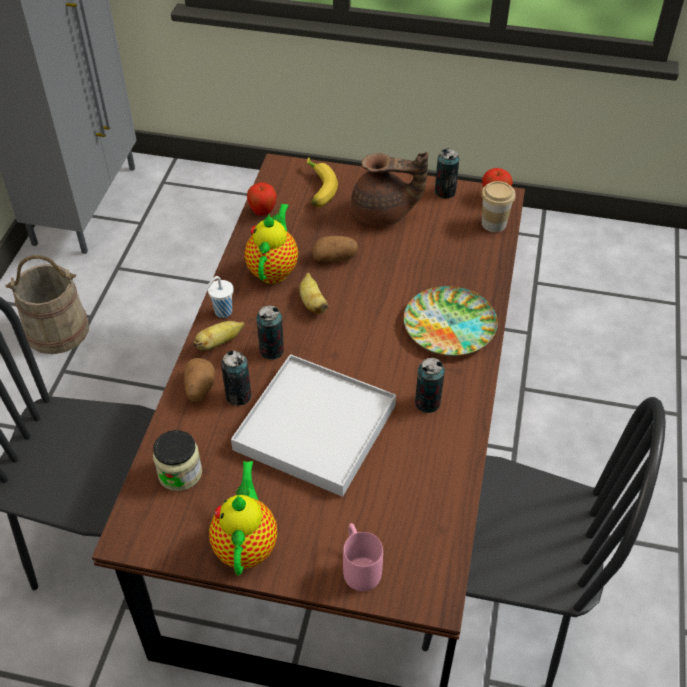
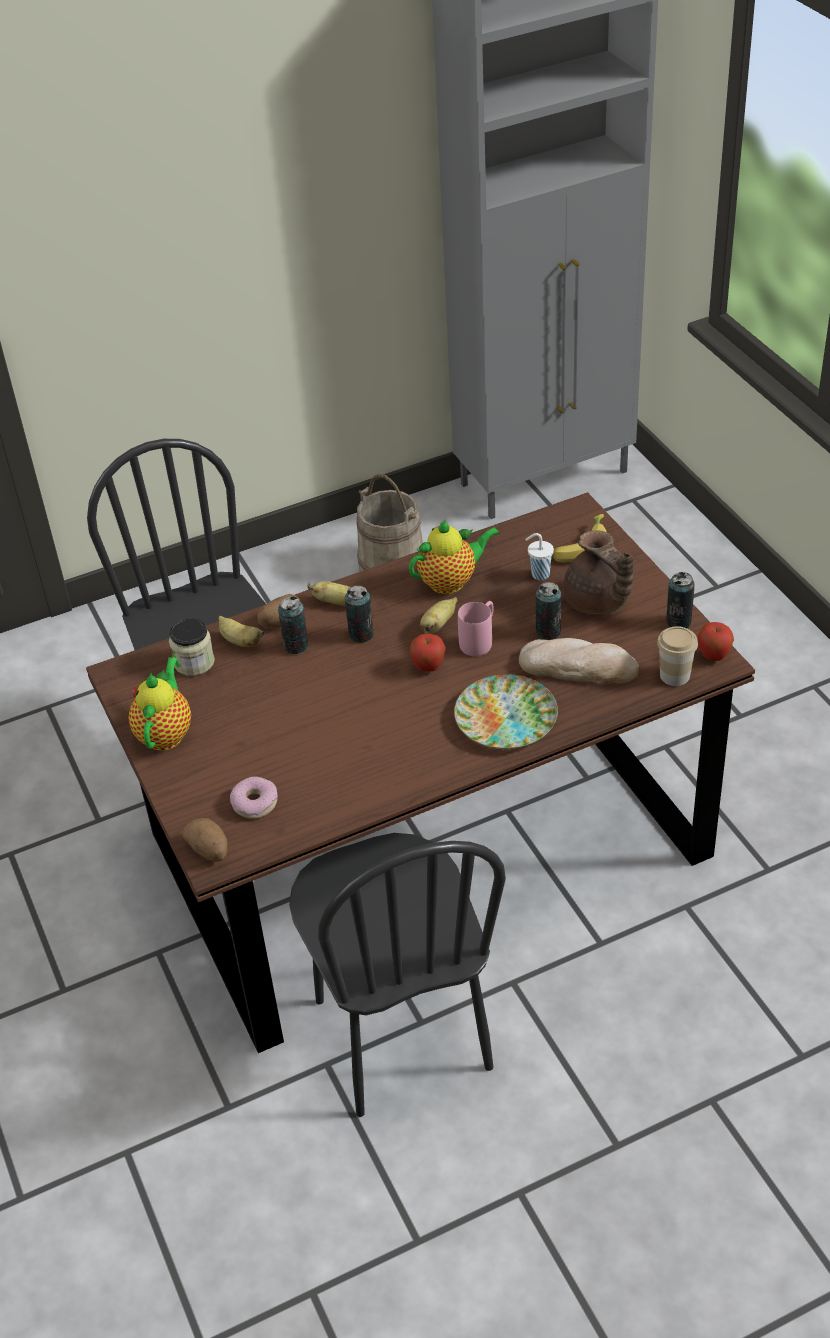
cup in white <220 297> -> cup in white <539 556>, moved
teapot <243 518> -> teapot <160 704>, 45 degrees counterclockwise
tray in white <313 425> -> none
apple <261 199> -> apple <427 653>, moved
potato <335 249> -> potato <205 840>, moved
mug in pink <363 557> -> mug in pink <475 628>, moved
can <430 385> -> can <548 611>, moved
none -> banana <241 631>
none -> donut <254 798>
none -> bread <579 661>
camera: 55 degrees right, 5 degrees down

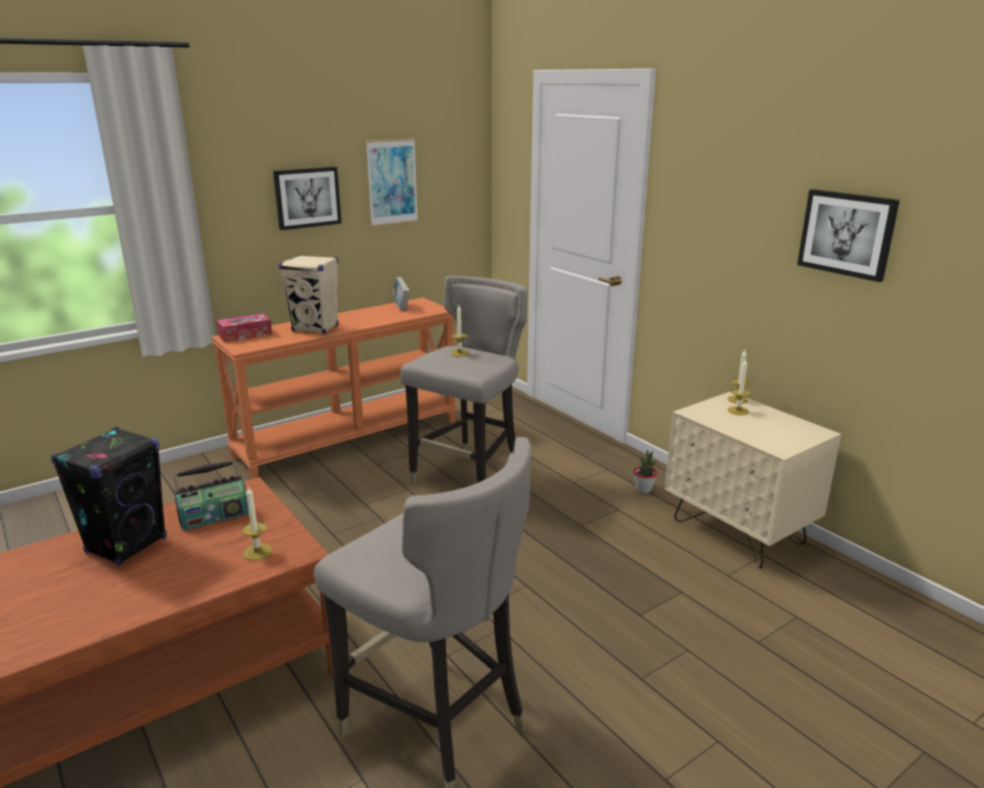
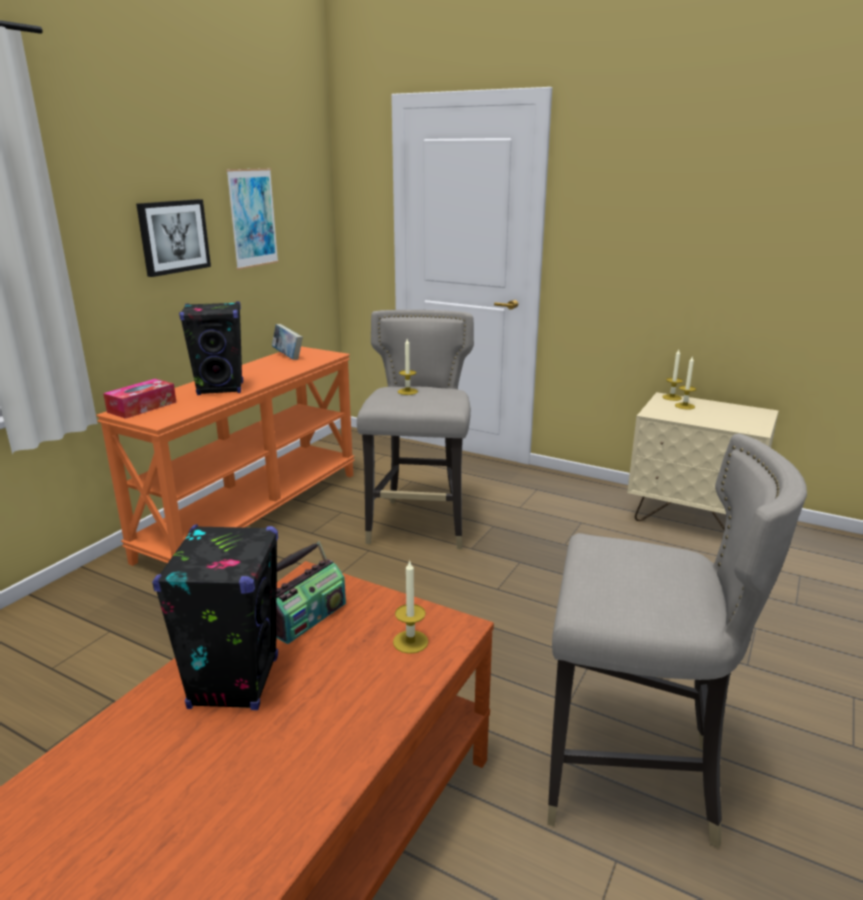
speaker in beige <309 294> -> speaker in black <211 348>
potted plant <645 471> -> none
picture <848 235> -> none
camera: 25 degrees left, 0 degrees up

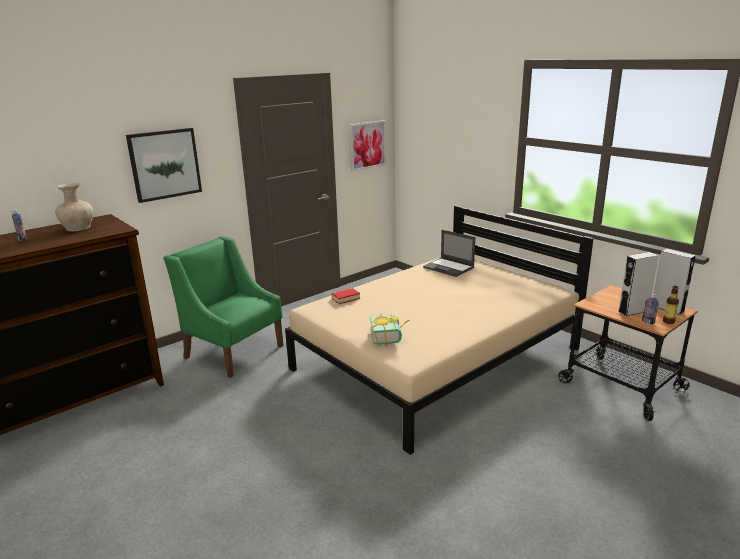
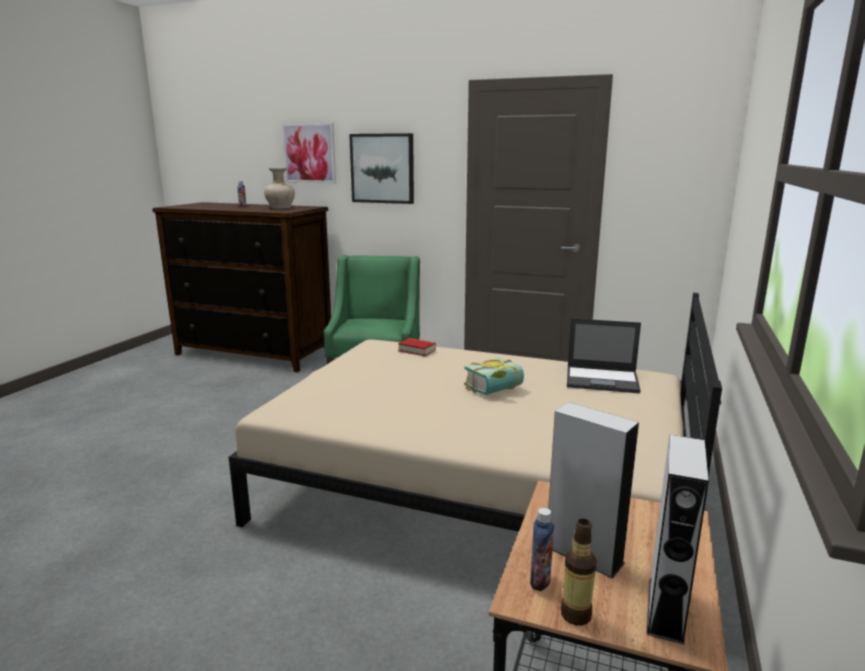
picture <367 145> -> picture <309 153>, moved
book <389 330> -> book <494 376>, moved
laptop <449 253> -> laptop <604 355>, 90 degrees counterclockwise
camera: 60 degrees right, 5 degrees down

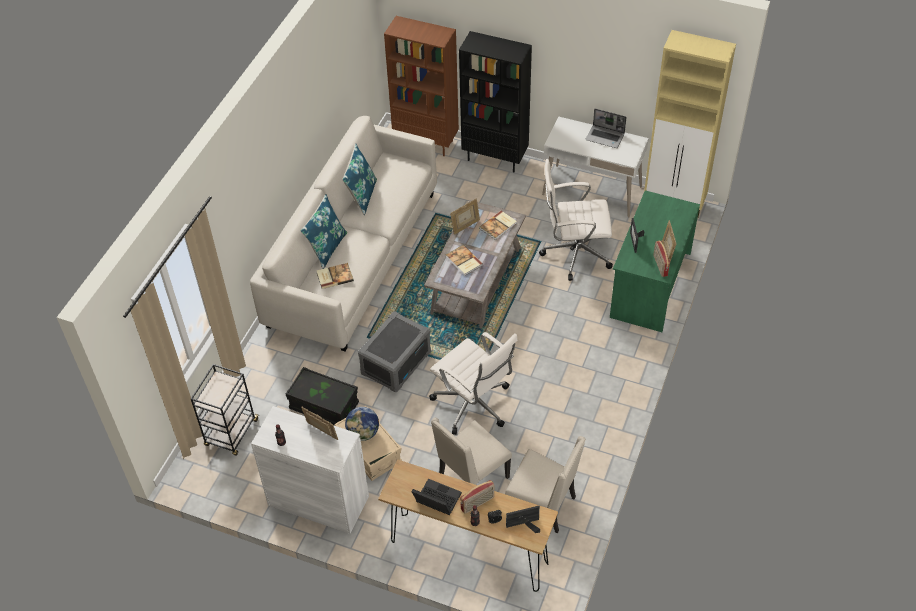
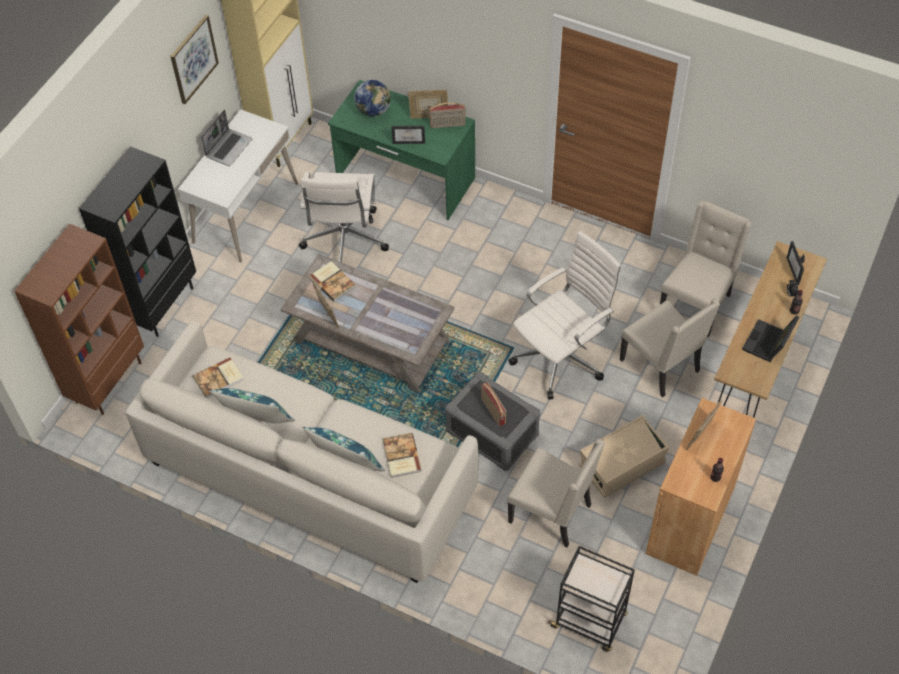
cabinet in white <310 470> -> cabinet in brown <701 487>
storage box in black <322 396> -> chair in beige <556 493>
globe <362 424> -> globe <372 98>, moved
book <464 260> -> book <218 377>, moved
radio <477 497> -> radio <493 404>, moved
none -> picture <194 59>
camera: 85 degrees left, 5 degrees up

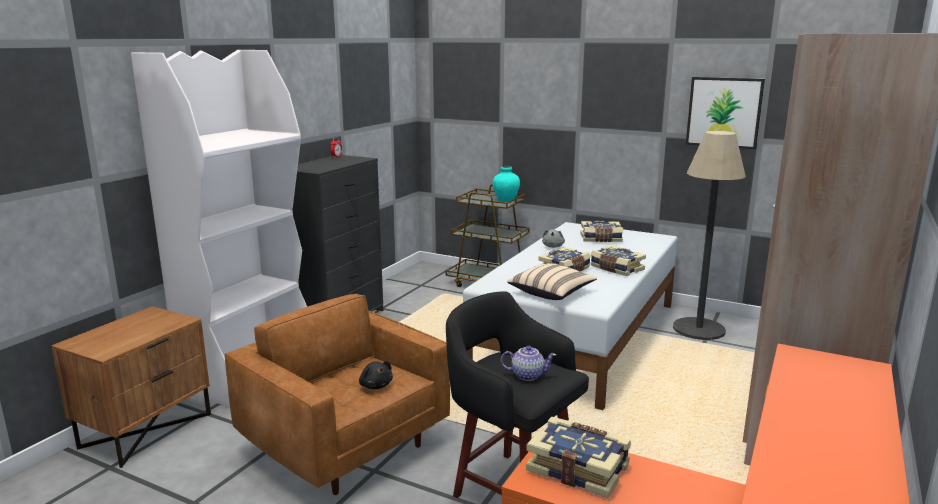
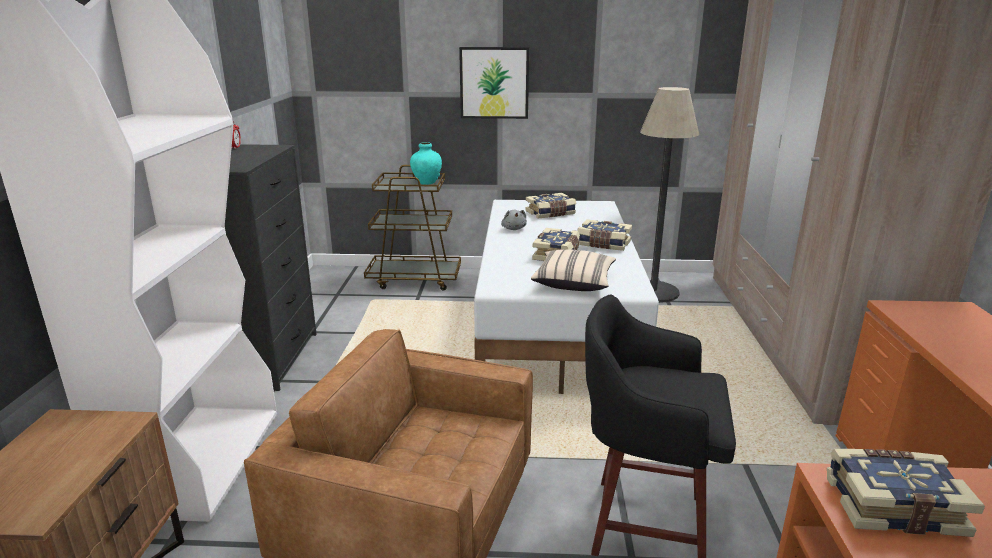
plush toy in black <376 375> -> none
teapot <528 363> -> none
picture <725 113> -> picture <494 83>, moved
camera: 25 degrees left, 5 degrees up

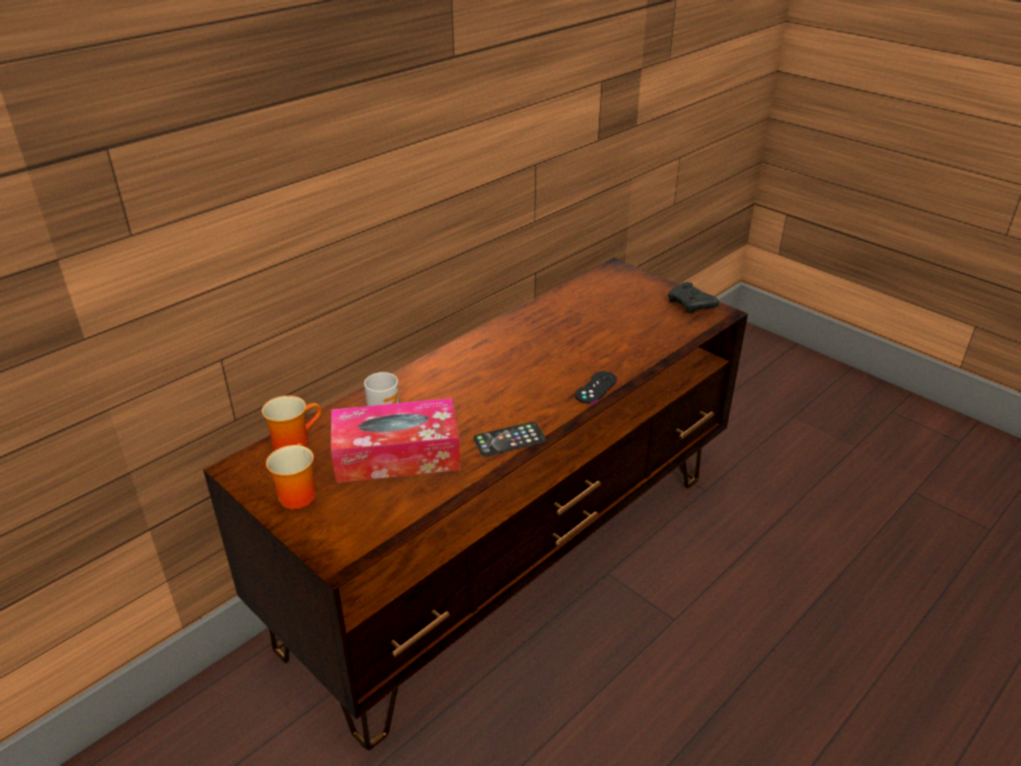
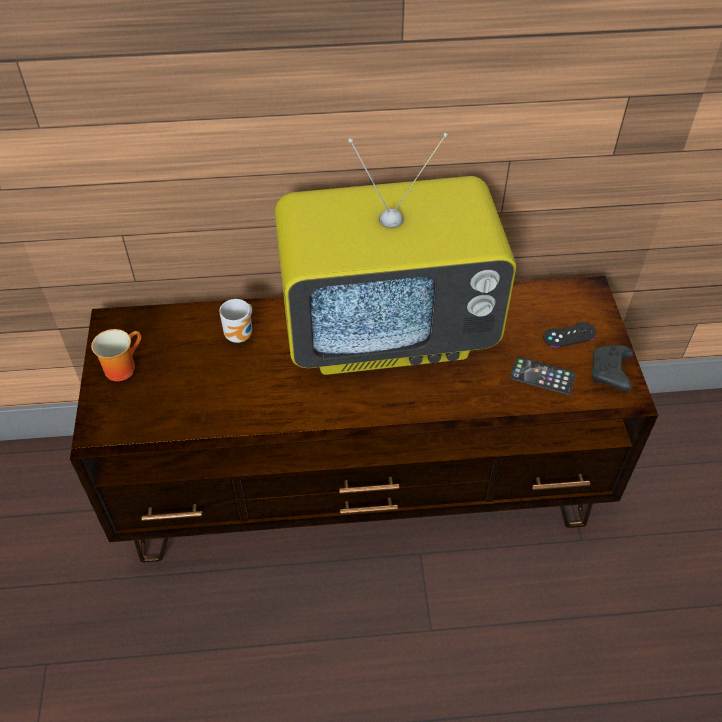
mug <291 422> -> none
tissue box <395 440> -> none
phone <509 439> -> phone <543 376>, moved
game controller in black <596 387> -> game controller in black <569 335>, moved
none -> television <395 254>
camera: 40 degrees right, 15 degrees up

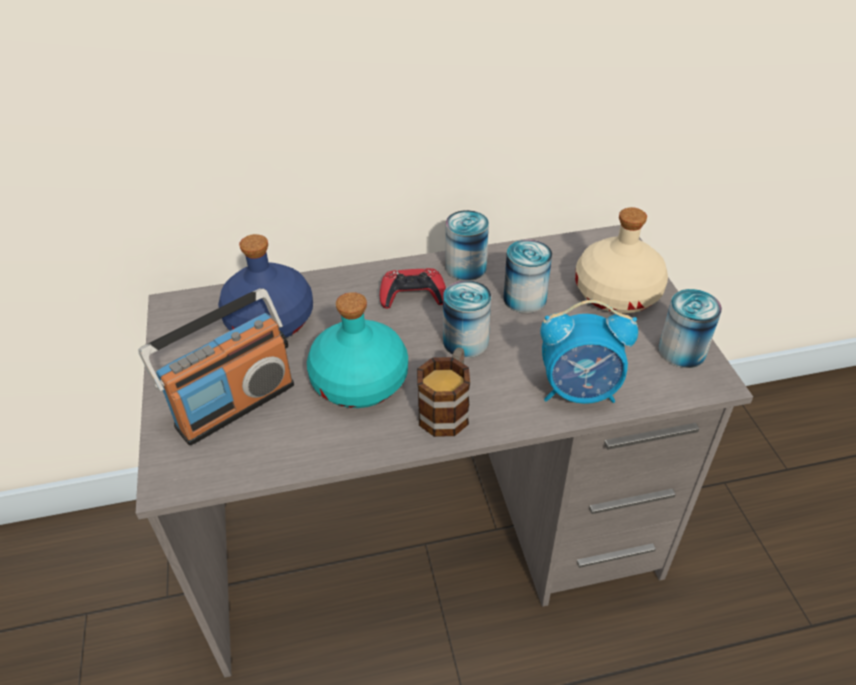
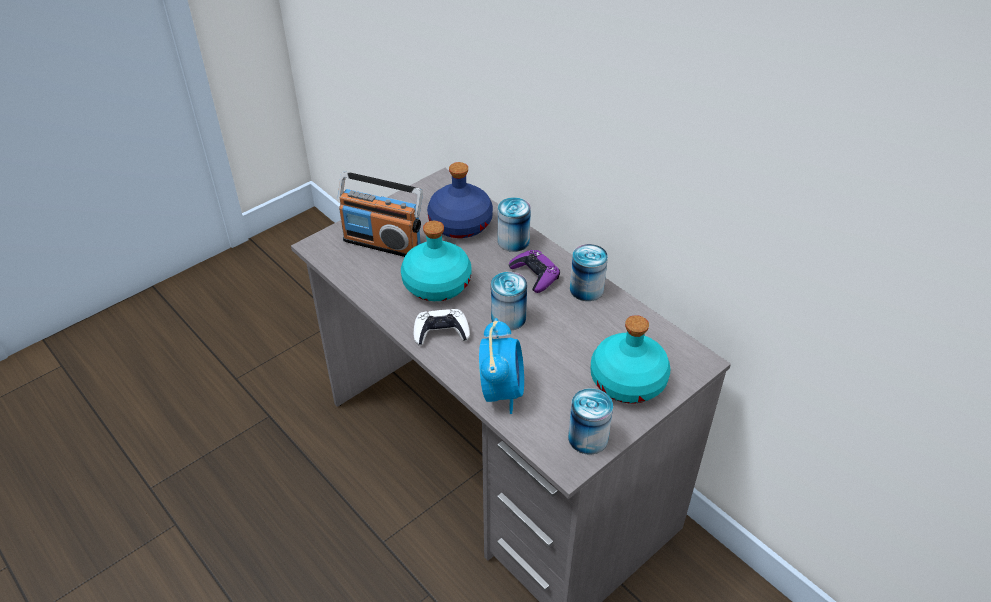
game controller in red <413 288> -> game controller in purple <534 271>
mug <443 392> -> game controller in white <442 327>
can <527 276> -> can <514 224>, moved
alarm clock <589 352> -> alarm clock <501 366>, 150 degrees counterclockwise
bottle in beige <621 260> -> bottle in turquoise <630 359>
camera: 60 degrees right, 0 degrees up

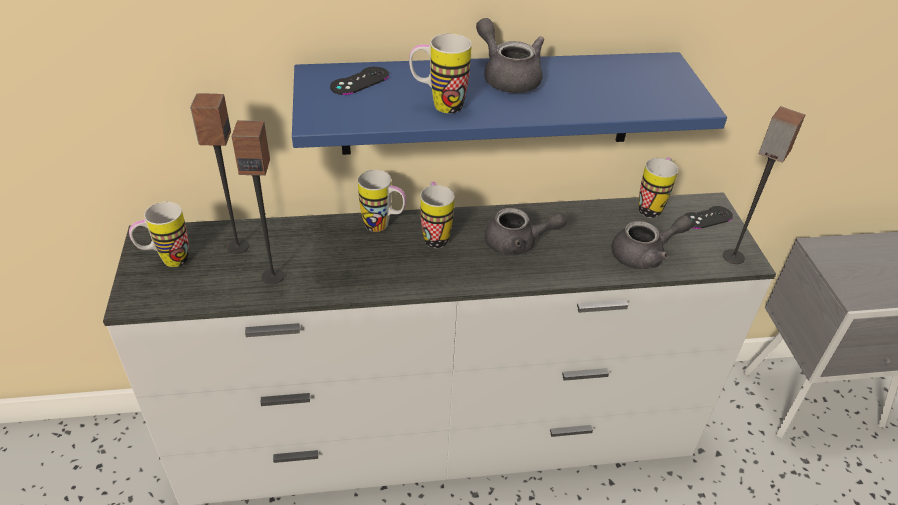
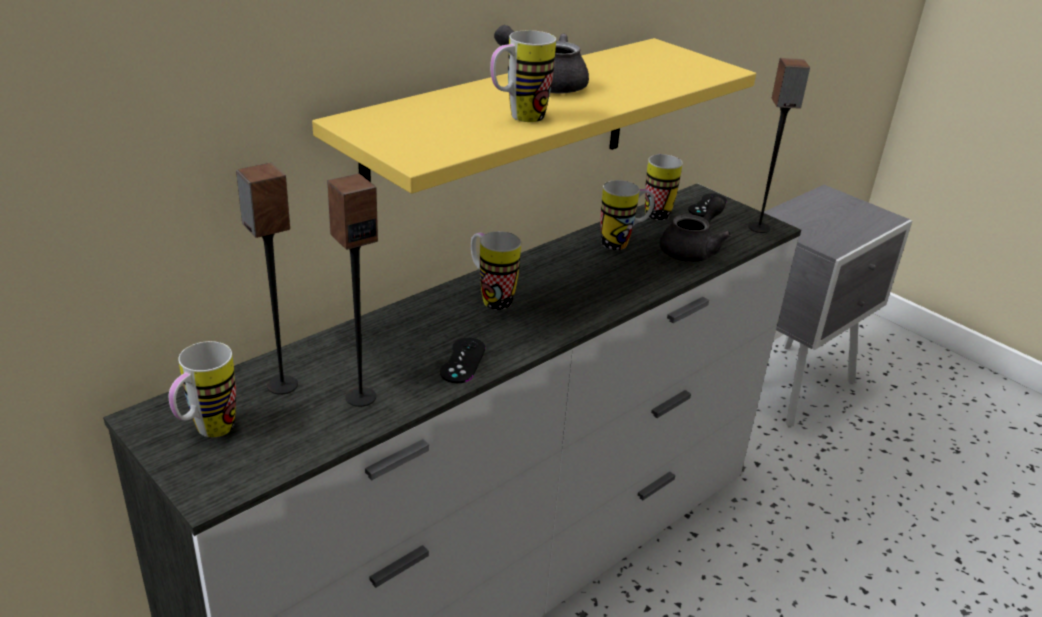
shelf in blue <509 103> -> shelf in yellow <534 116>
game controller in black <359 81> -> game controller in black <463 360>, moved
mug <382 201> -> mug <627 215>, moved
teapot in grey <526 232> -> none
camera: 35 degrees left, 10 degrees down

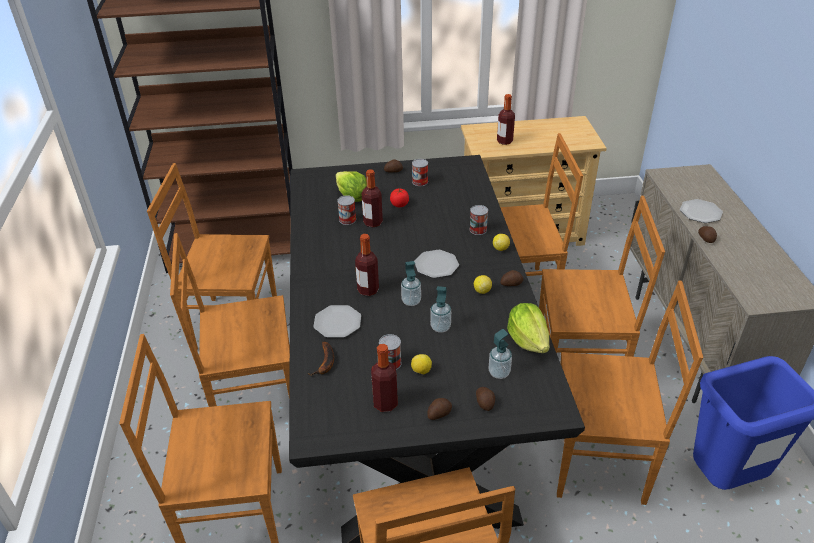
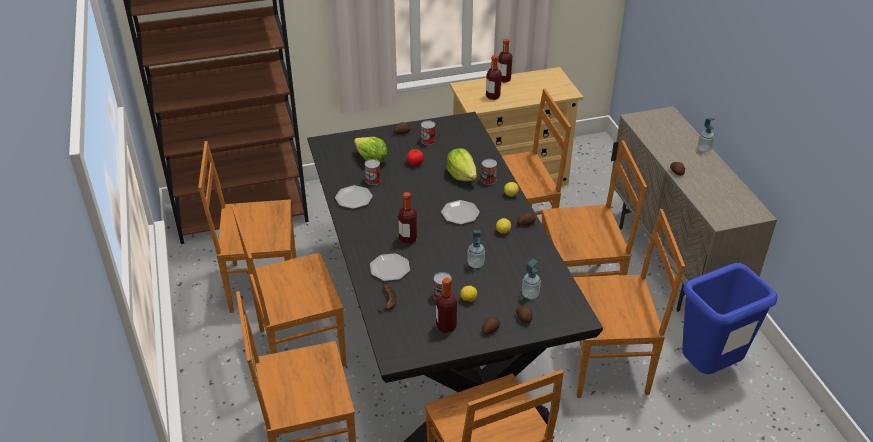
bottle <372 198> -> bottle <505 61>, moved
soap dispenser <411 283> -> soap dispenser <706 135>, moved
lettuce <528 328> -> lettuce <461 164>, moved
plate <701 211> -> plate <354 197>, moved
camera: 10 degrees left, 0 degrees up

